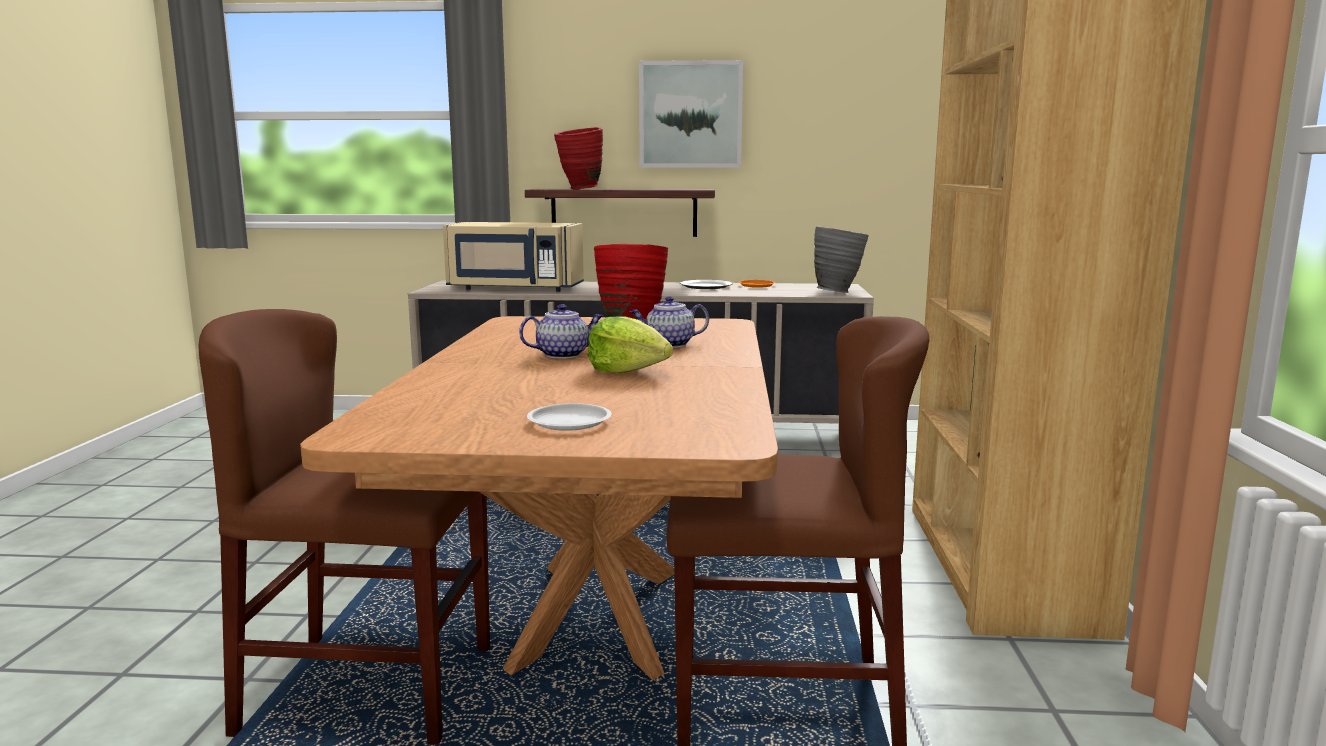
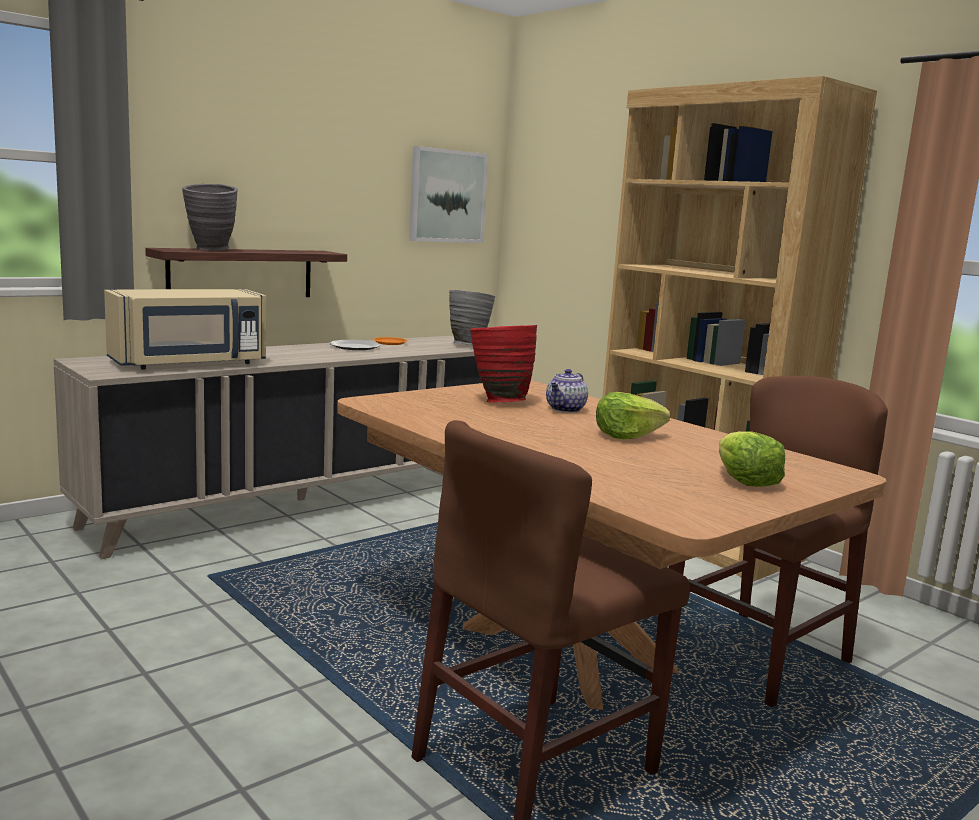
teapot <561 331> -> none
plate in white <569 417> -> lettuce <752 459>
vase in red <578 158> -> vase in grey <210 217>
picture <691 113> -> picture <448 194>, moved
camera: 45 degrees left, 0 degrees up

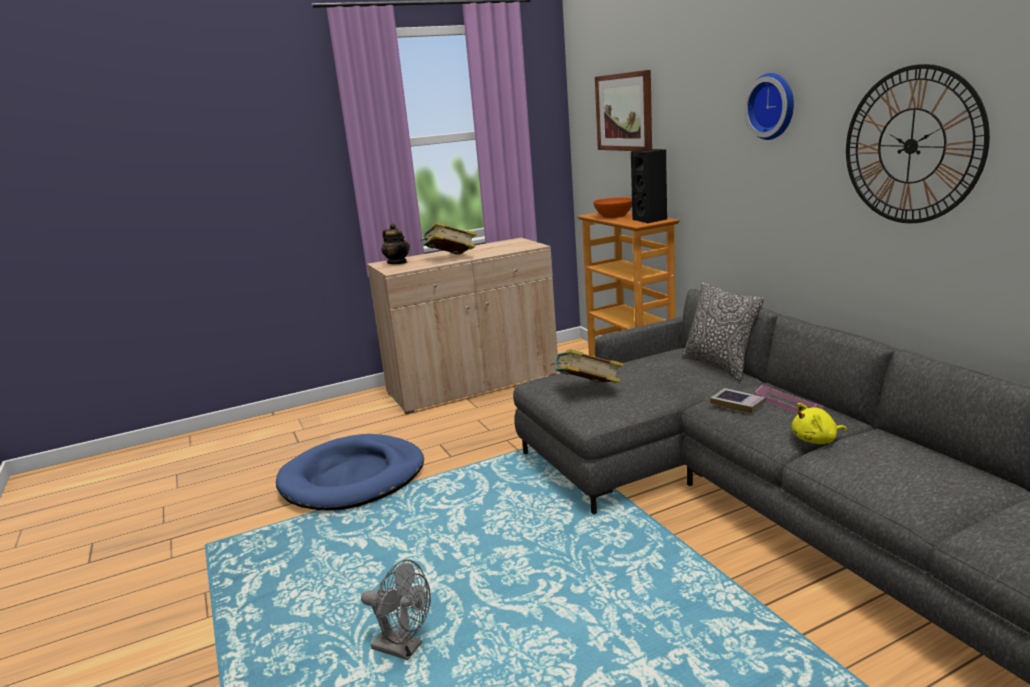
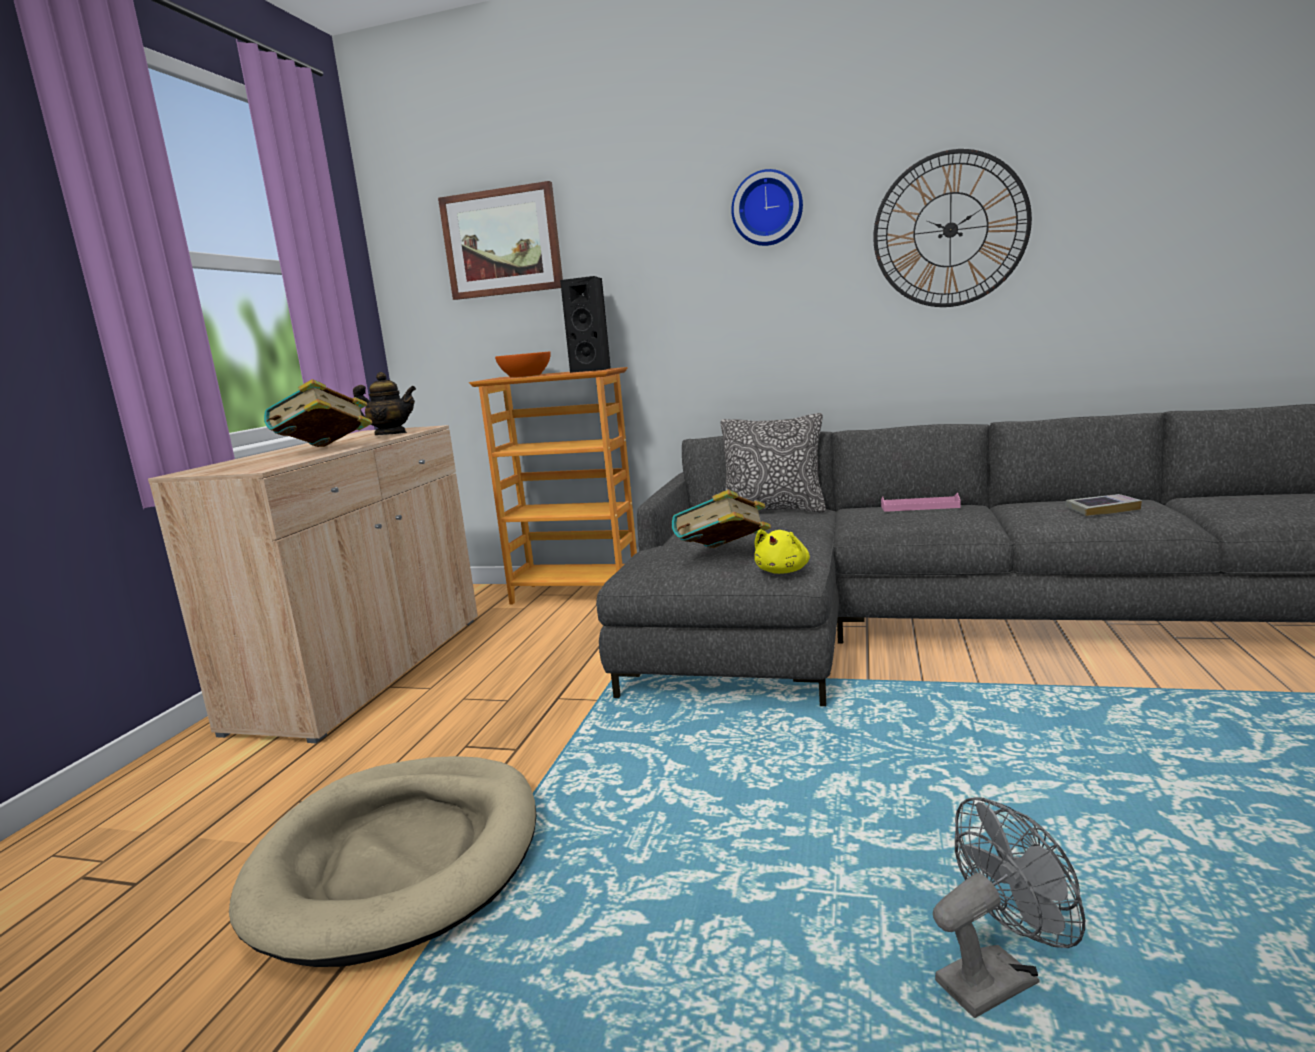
dog bed in blue <350 472> -> dog bed in beige <383 861>
teapot <395 243> -> teapot <384 403>, moved
book <738 401> -> book <1103 505>, moved
plush toy in yellow <819 423> -> plush toy in yellow <782 551>, moved
camera: 50 degrees left, 5 degrees down

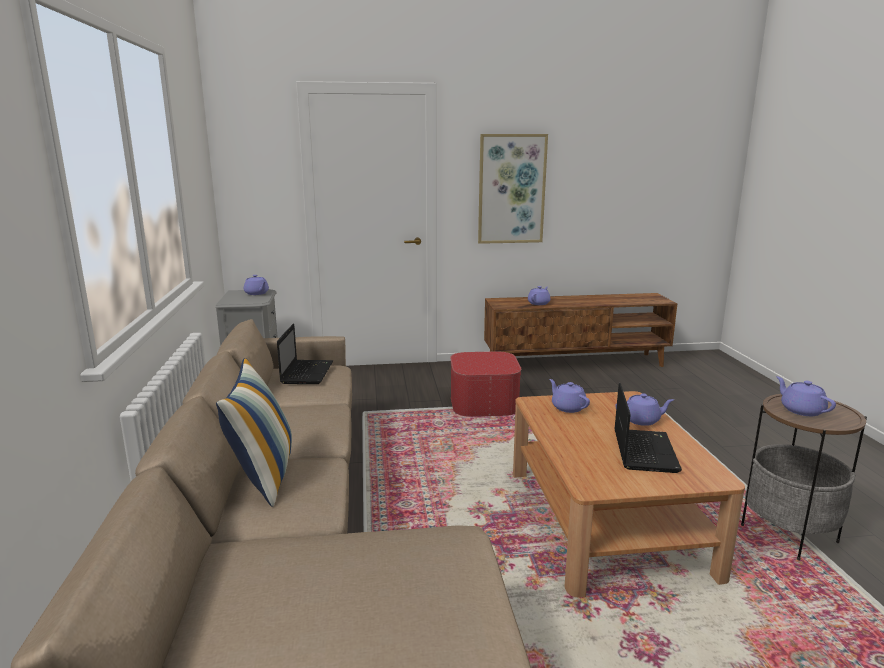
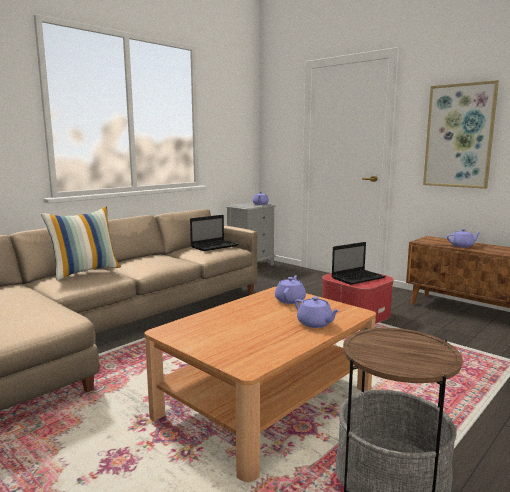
laptop <648 428> -> laptop <358 263>, moved
teapot in purple <806 396> -> none
camera: 50 degrees right, 5 degrees down

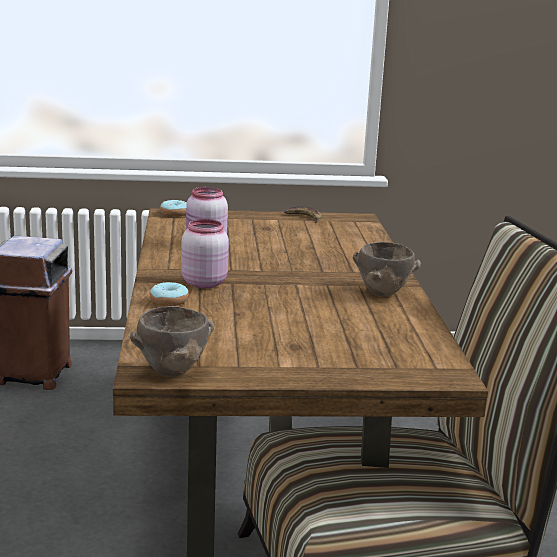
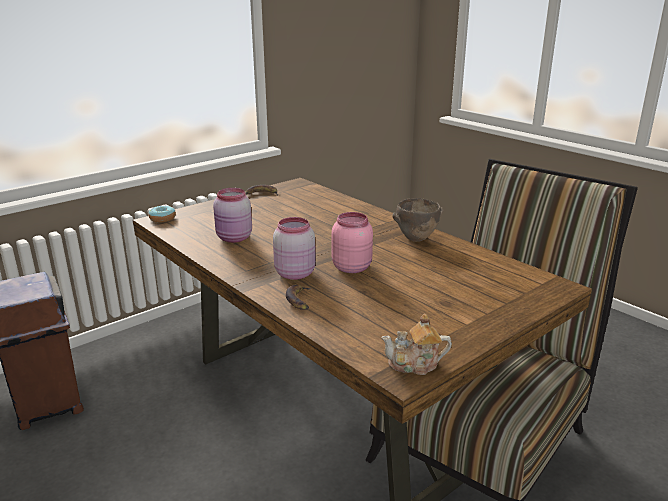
bowl in brown <172 341> -> teapot <416 344>
donut <169 294> -> banana <299 297>
none -> jar in pink <352 242>
camera: 35 degrees left, 5 degrees up

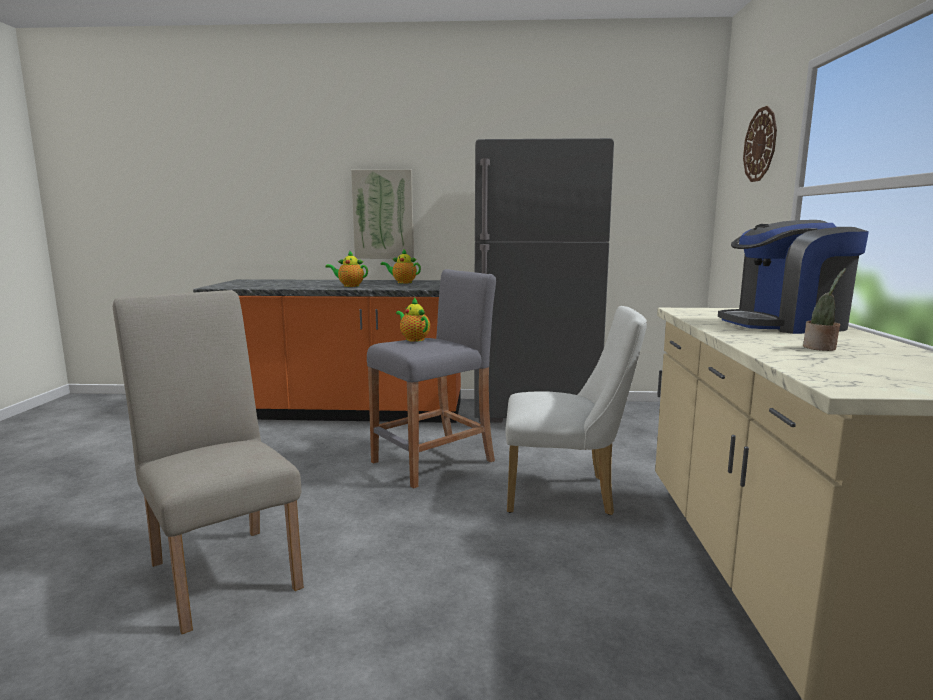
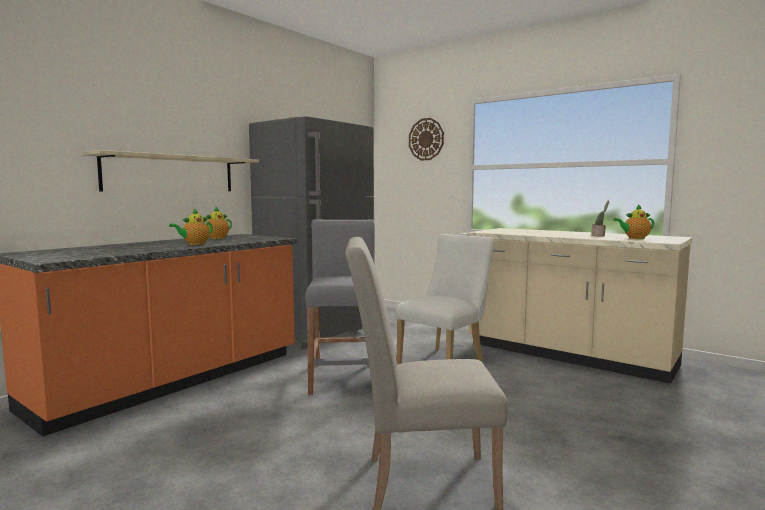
picture <382 214> -> shelf in beige <170 170>
teapot <413 319> -> teapot <633 221>, moved
coffee machine <793 277> -> none
camera: 55 degrees left, 5 degrees down

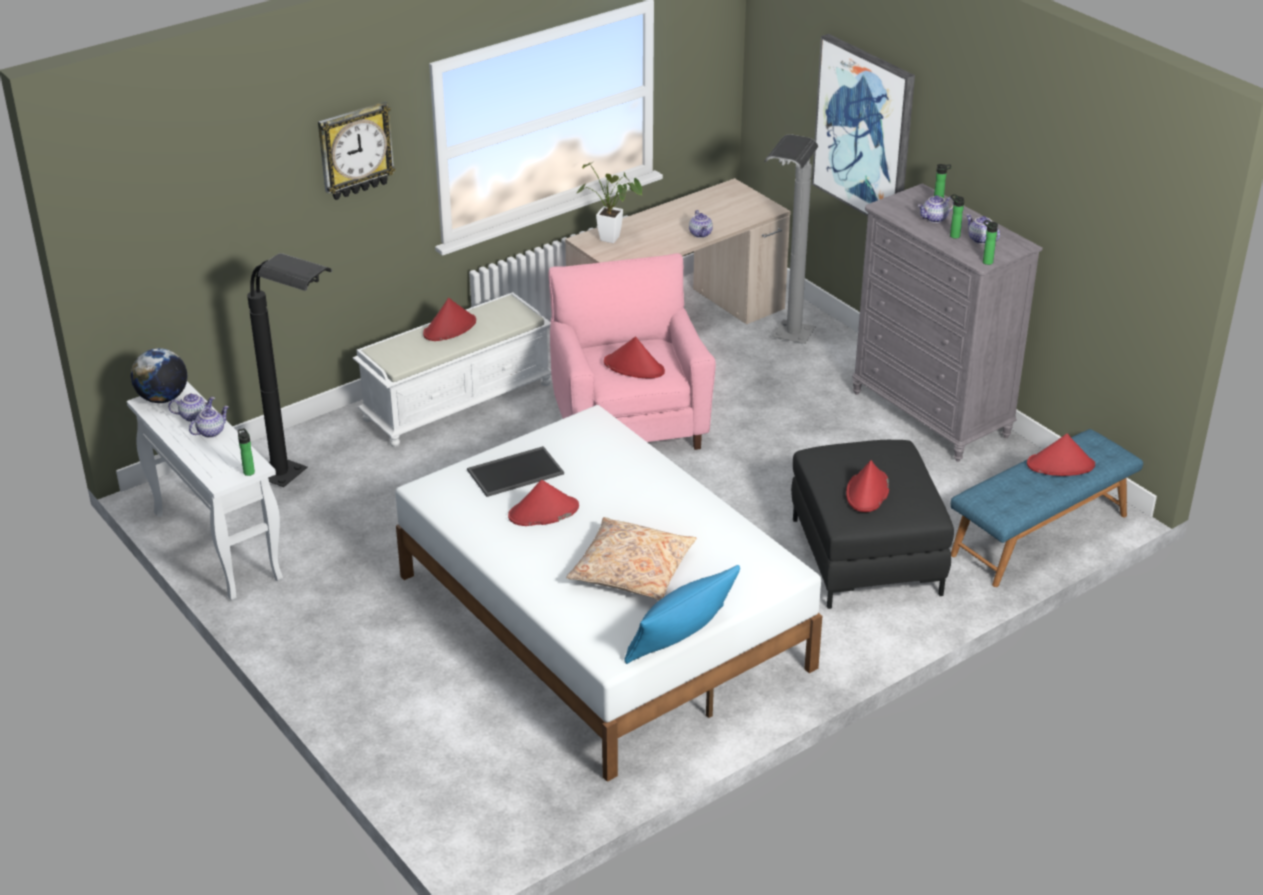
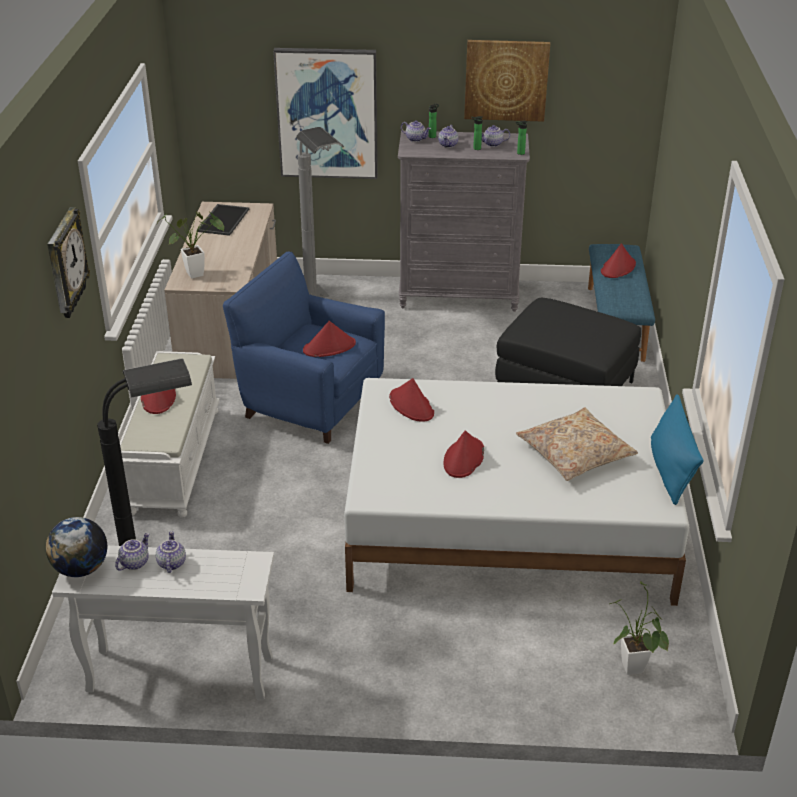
bottle <246 452> -> none
tray <515 471> -> tray <223 220>, moved
armchair in pink <632 351> -> armchair in blue <304 348>
teapot <701 224> -> teapot <416 131>, moved
hat in red <867 486> -> hat in red <411 400>, moved
none -> picture <507 81>
none -> potted plant <639 628>
camera: 50 degrees left, 0 degrees up

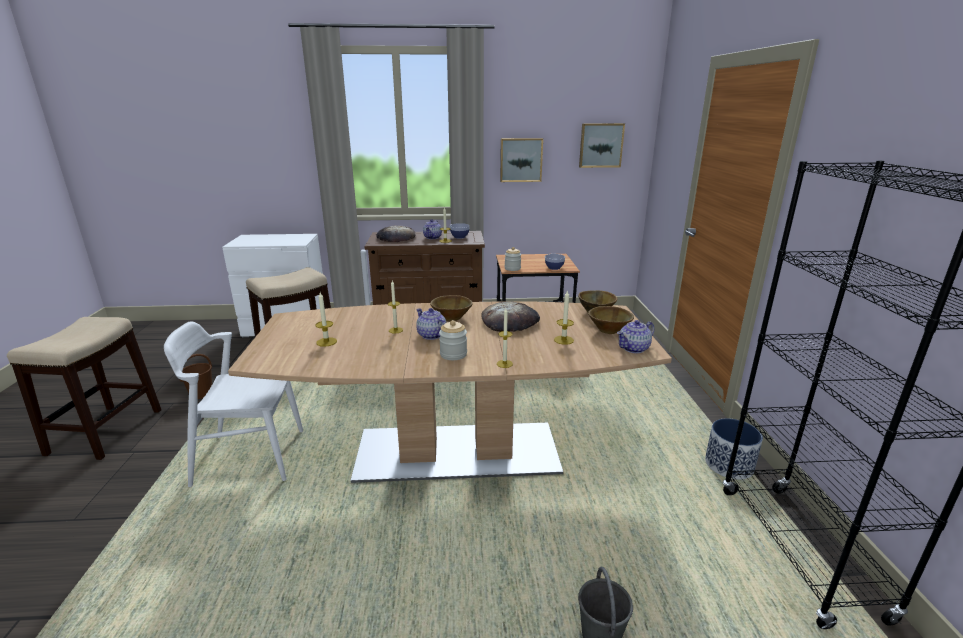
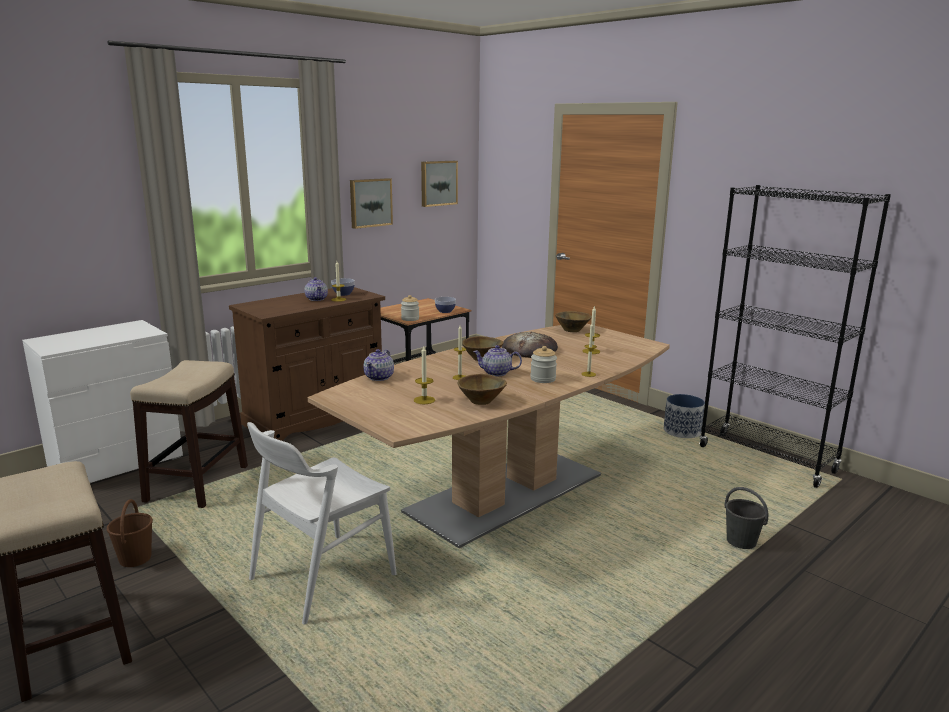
bread <396 233> -> none
bowl in brown <611 320> -> bowl in brown <482 389>, moved
teapot <635 336> -> teapot <378 365>, moved
camera: 40 degrees left, 5 degrees down

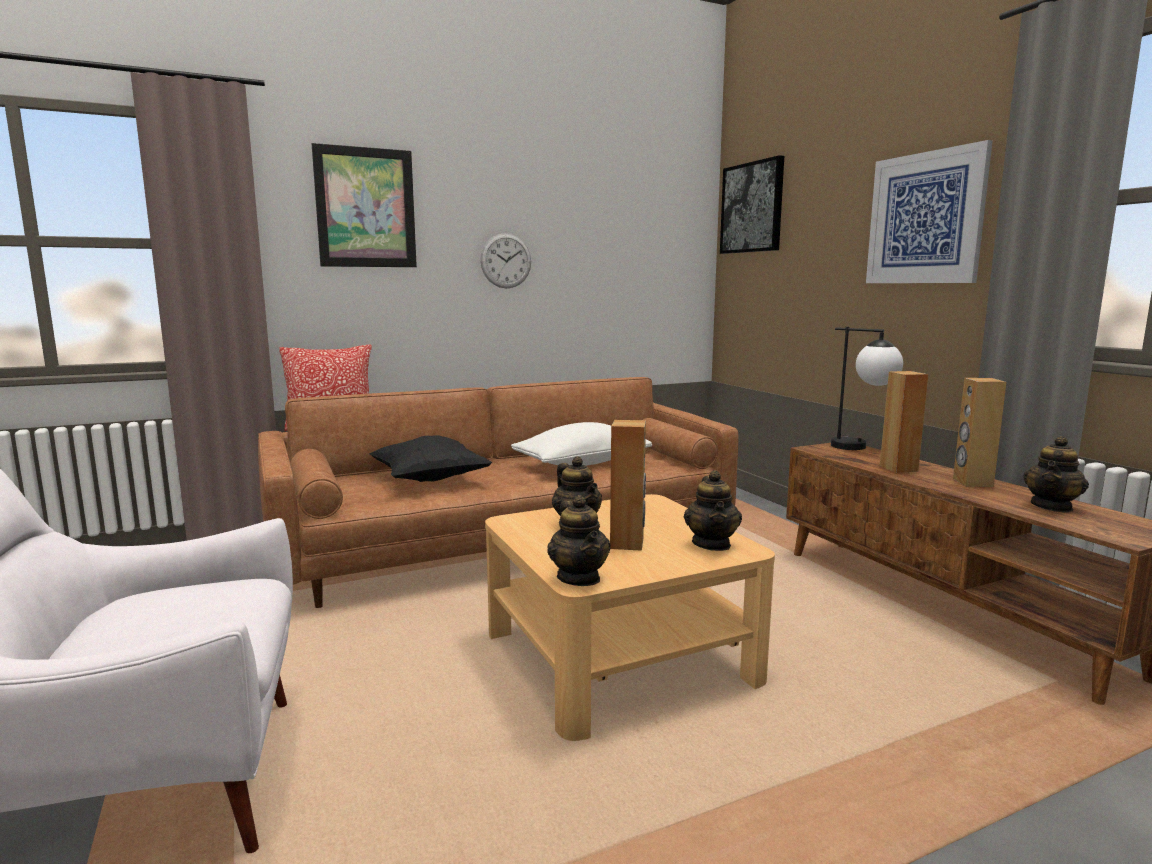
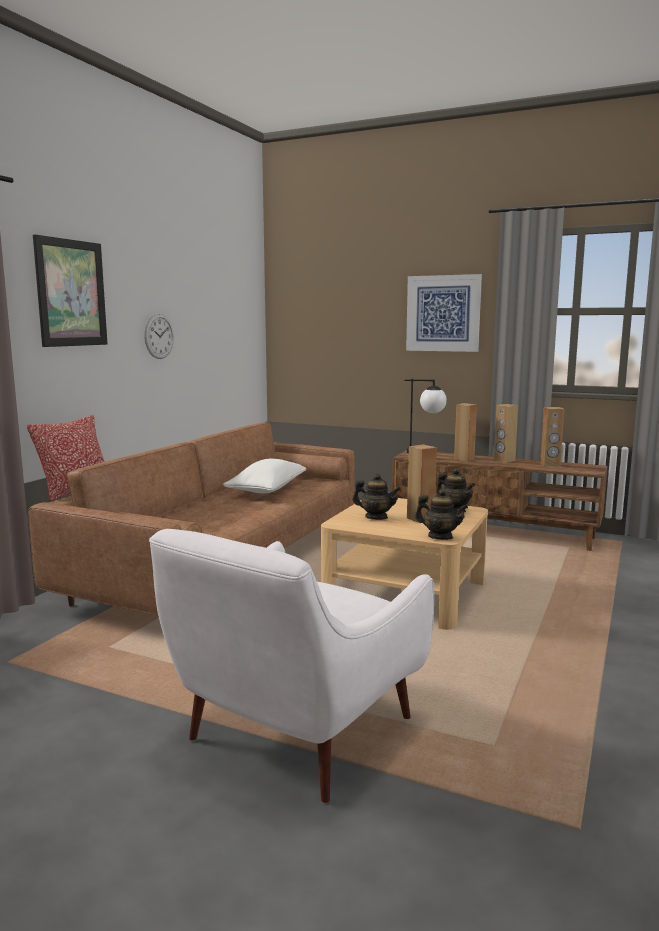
pillow in black <431 458> -> none
picture <752 204> -> none
teapot <1056 474> -> speaker in brown <552 437>
camera: 40 degrees left, 0 degrees up

